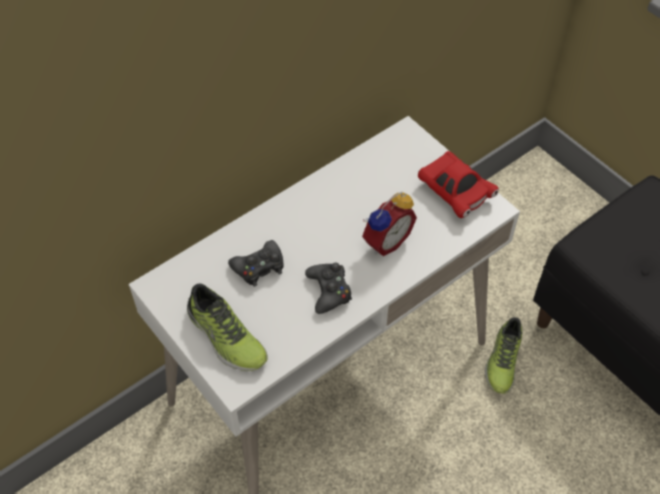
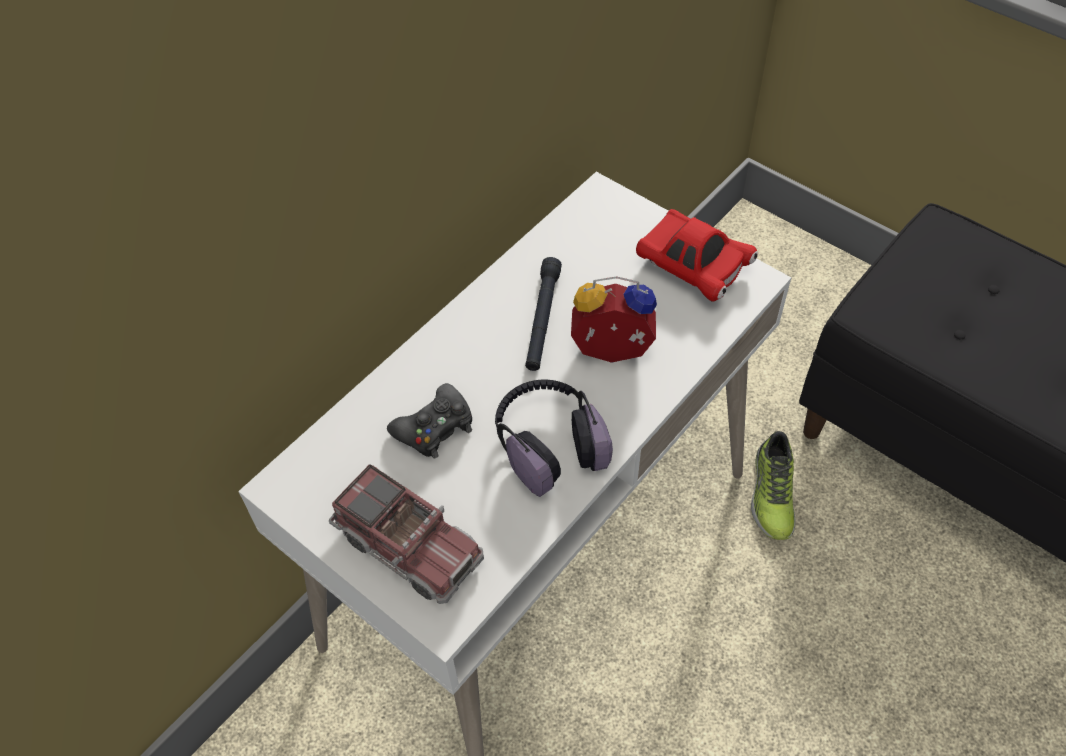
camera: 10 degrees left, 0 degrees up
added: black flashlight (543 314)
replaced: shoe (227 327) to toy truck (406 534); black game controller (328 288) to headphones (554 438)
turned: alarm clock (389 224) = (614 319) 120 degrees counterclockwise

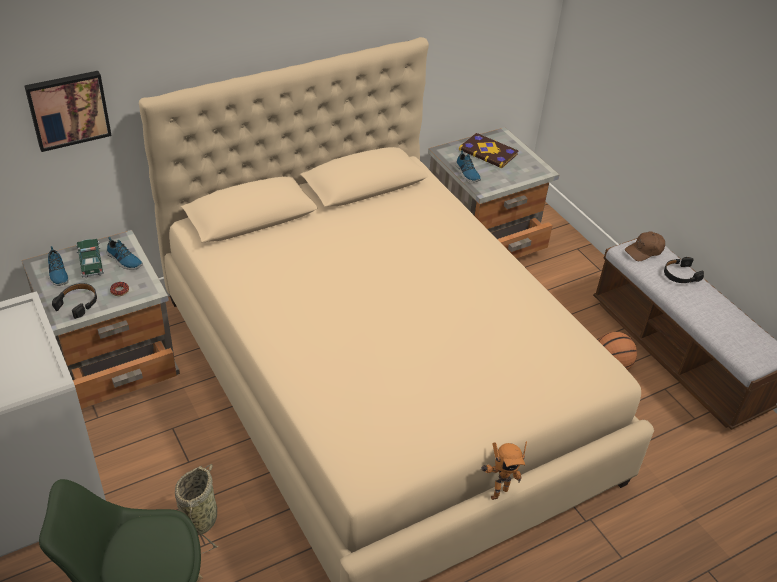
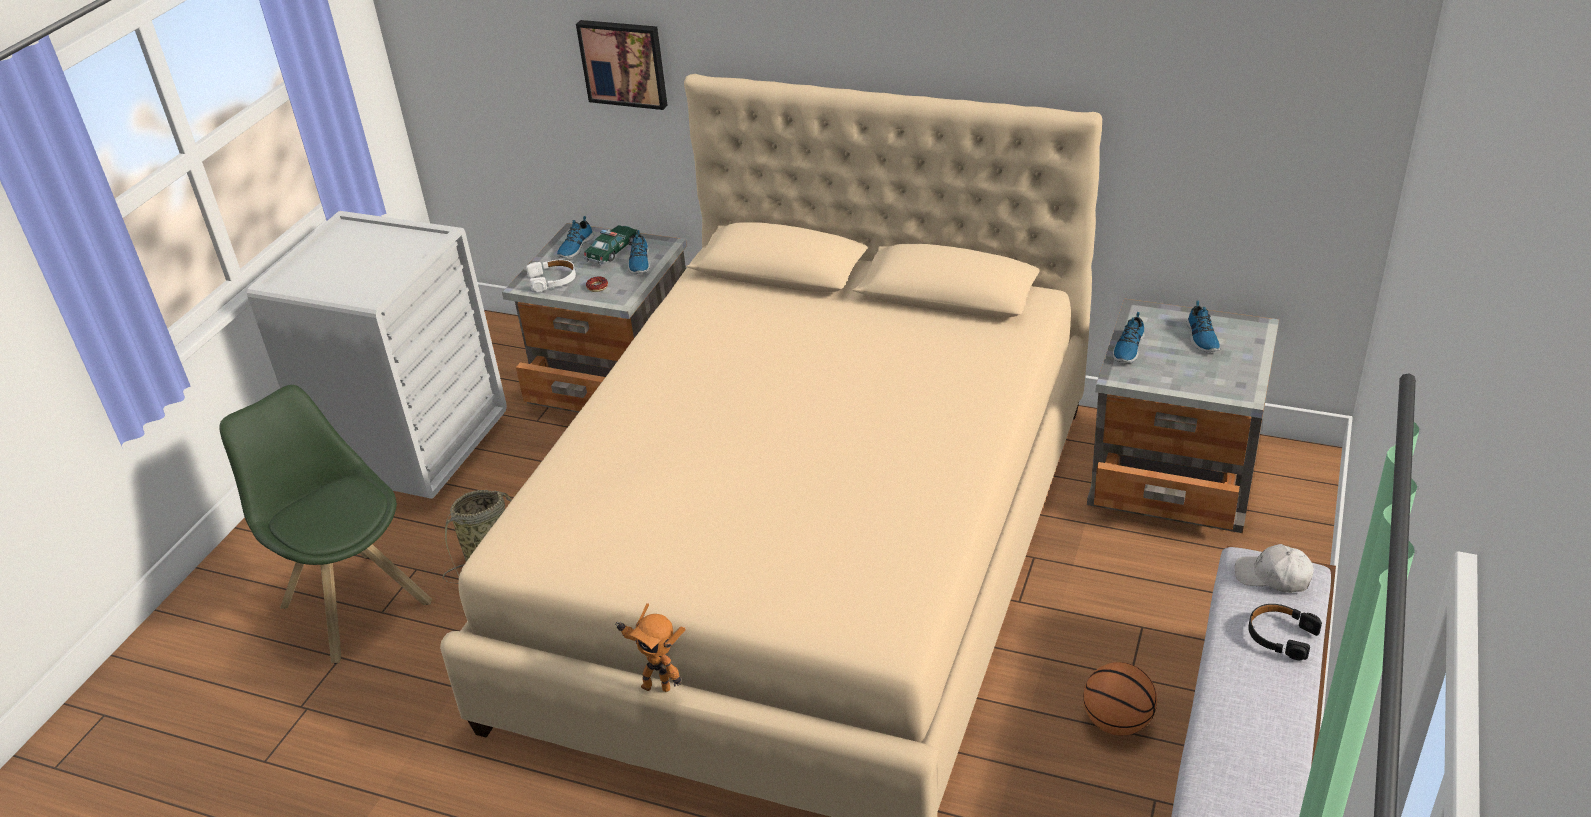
camera: 55 degrees right, 5 degrees down
replaced: book (488 150) to shoe (1203 326)
recoloured: black headphones (74 301) to white headphones (551 276); brown cap (645 246) to white cap (1274 568)

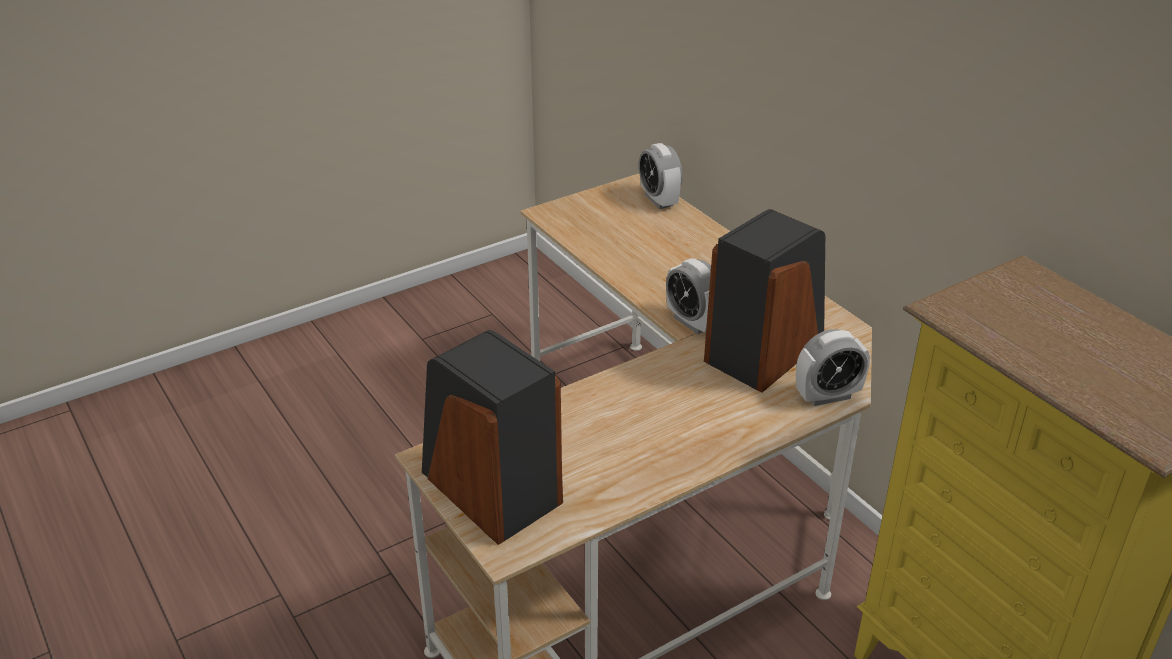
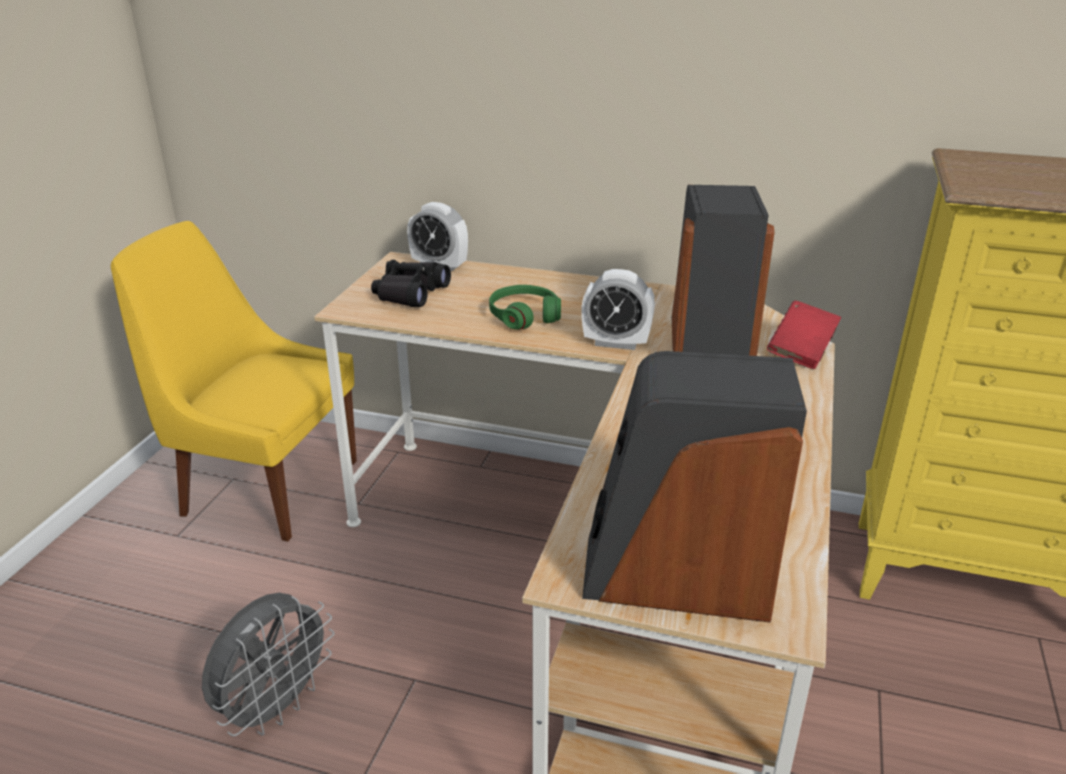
camera: 40 degrees left, 5 degrees down
added: yellow chair (234 381); grey fan (268 664); black binoculars (411 283); green headphones (525 307)
replaced: alarm clock (833 367) to red book (804 335)

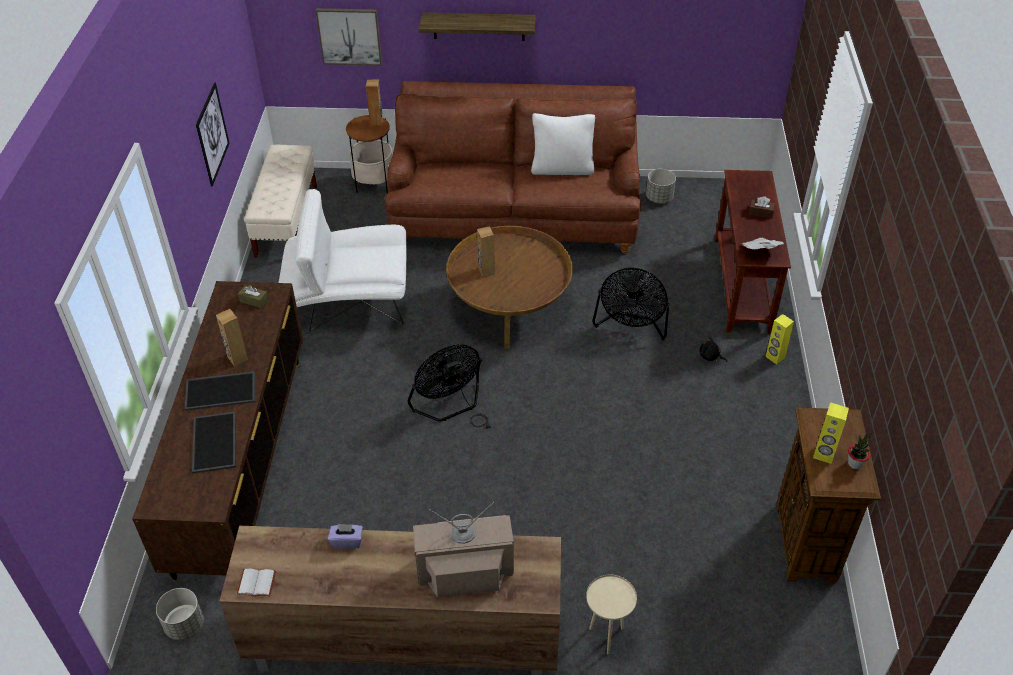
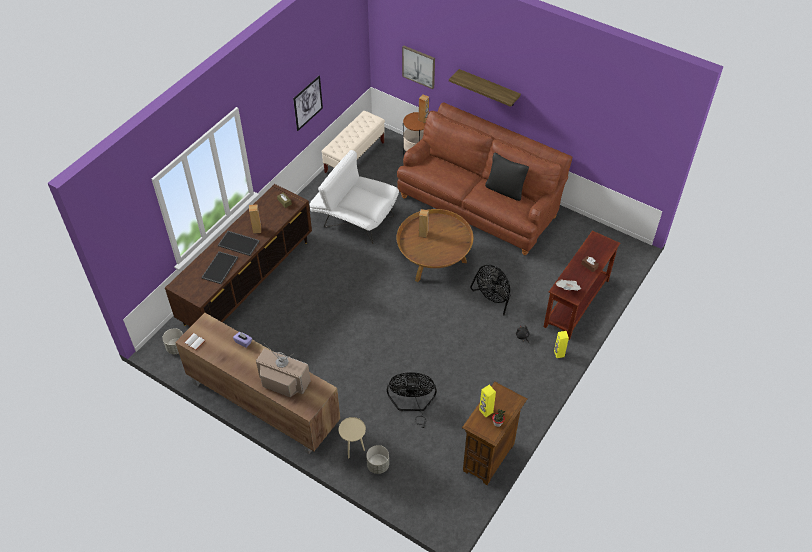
camera: 30 degrees right, 5 degrees up
moved: grey planter (661 186) to (377 459); black fan (449 386) to (411 400)
recoloured: white pillow (563 144) to black pillow (507 177)

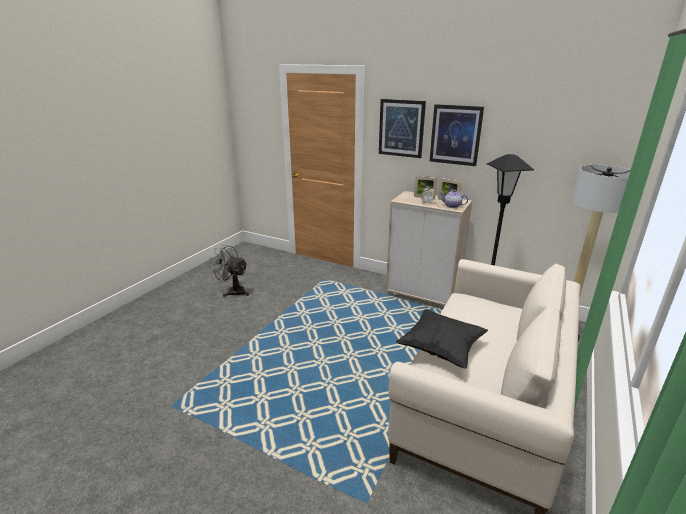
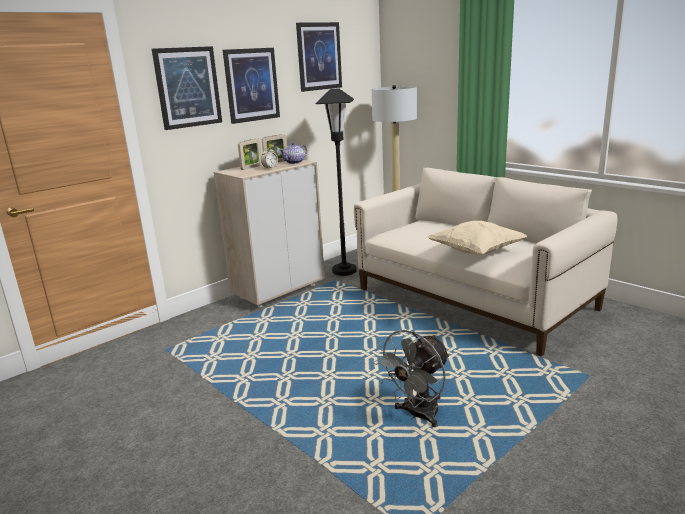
camera: 70 degrees left, 5 degrees down
added: picture (319 57)
moved: grey fan (229 271) to (412 378)
recoloured: black pillow (442 339) to beige pillow (478 238)

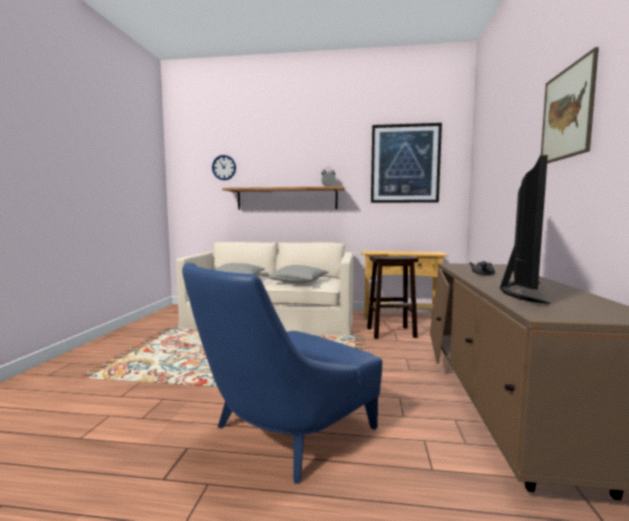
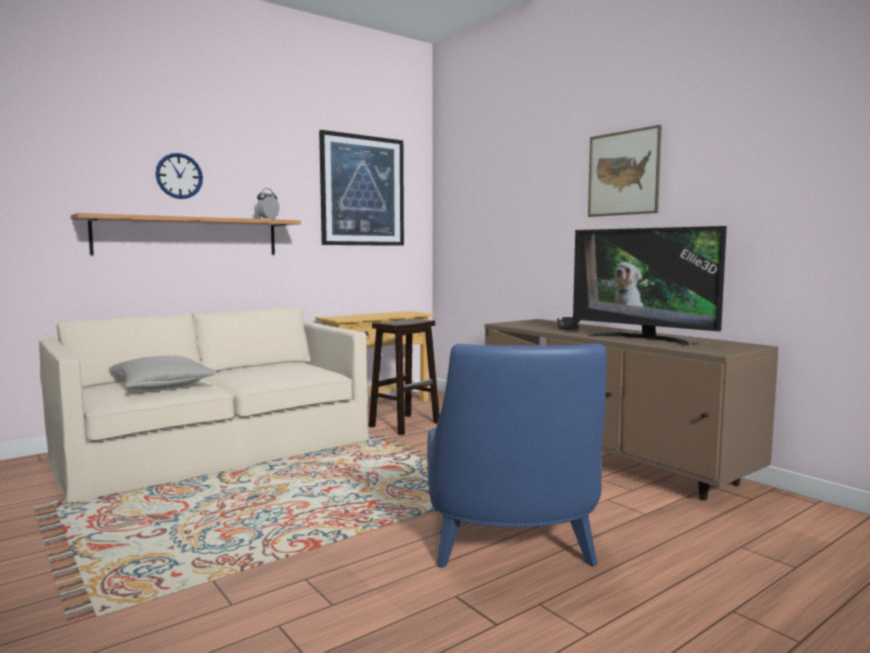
camera: 45 degrees left, 0 degrees up
removed: grey pillow (298 274)
moved: wall clock (224 167) to (179 176)
turned: television (525 229) = (650 286) 150 degrees clockwise

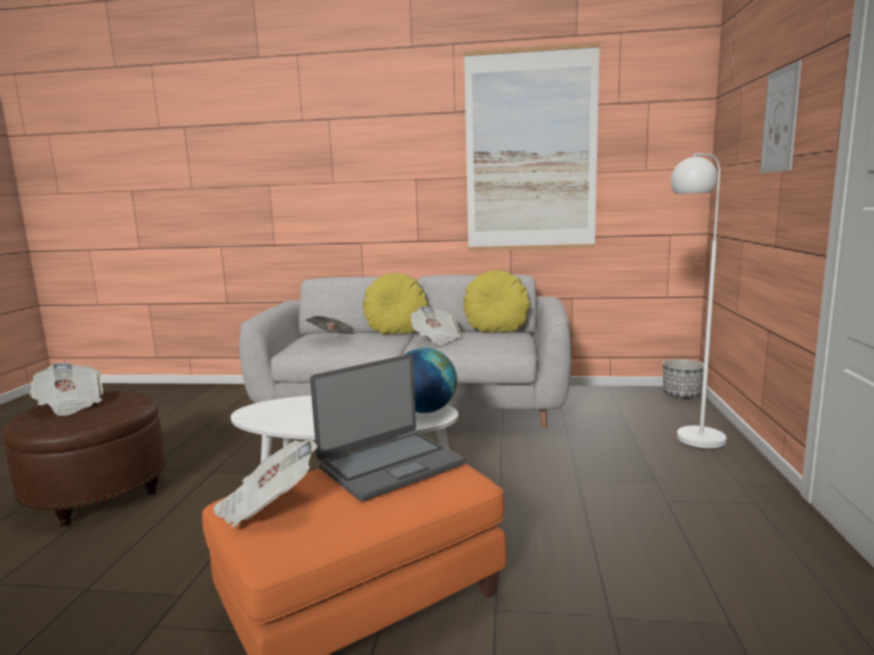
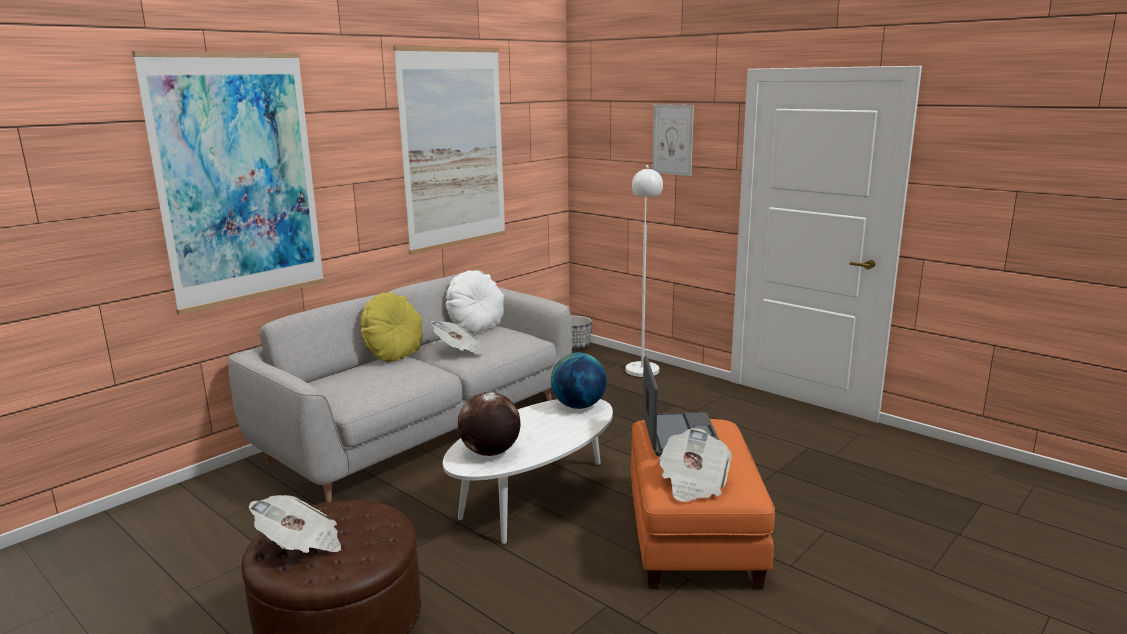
camera: 55 degrees left, 5 degrees up
removed: newspaper (331 325)
added: picture (228 183); globe (489 424)
recoloured: yellow pillow (496 301) to white pillow (475 302)

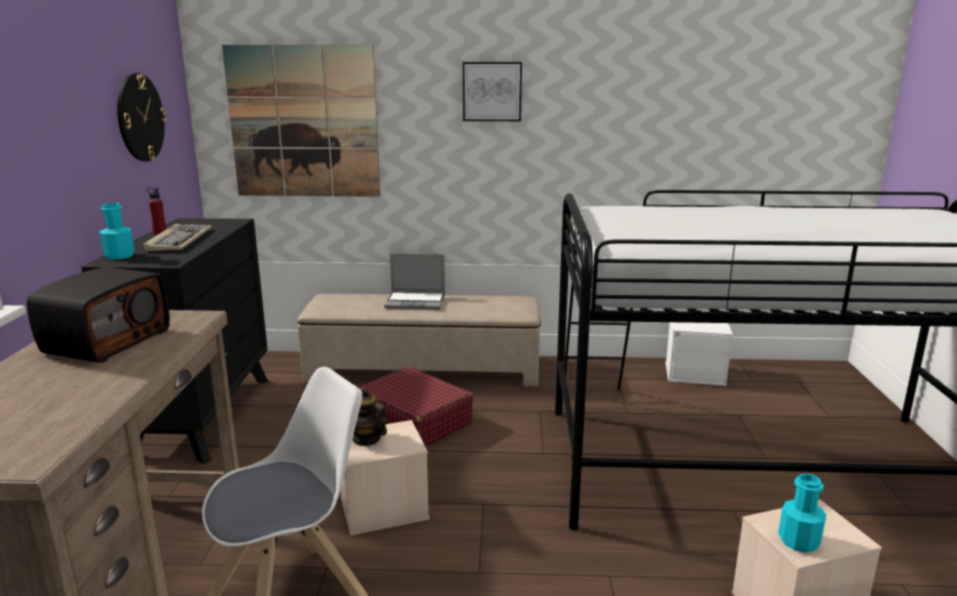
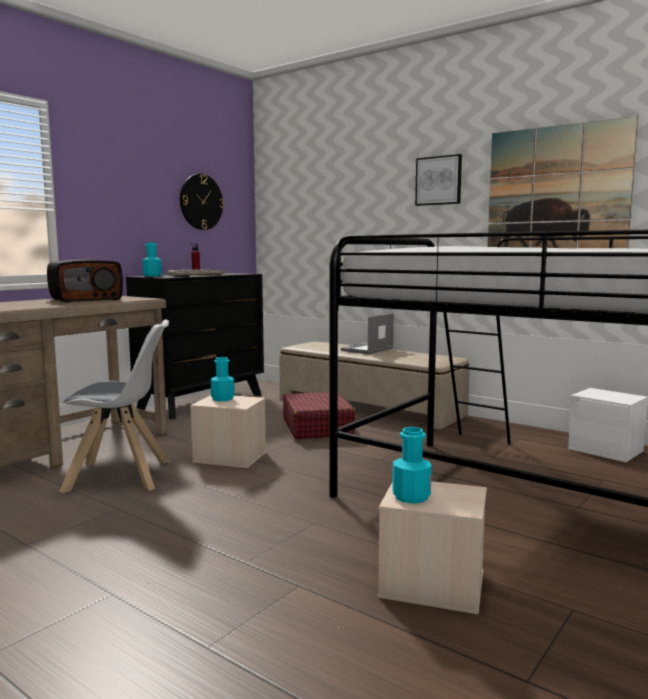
camera: 35 degrees right, 10 degrees down
moved: picture (301 121) to (563 182)
replaced: teapot (369 416) to turquoise bottle (223 379)
turned: laptop (414 282) = (367 333) 90 degrees clockwise

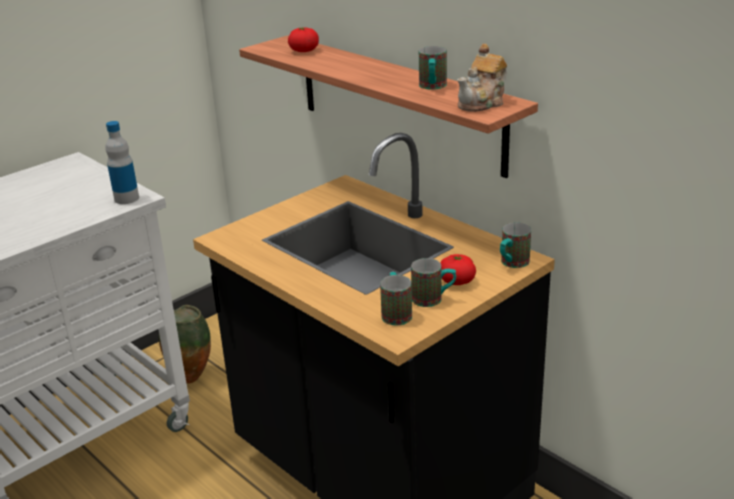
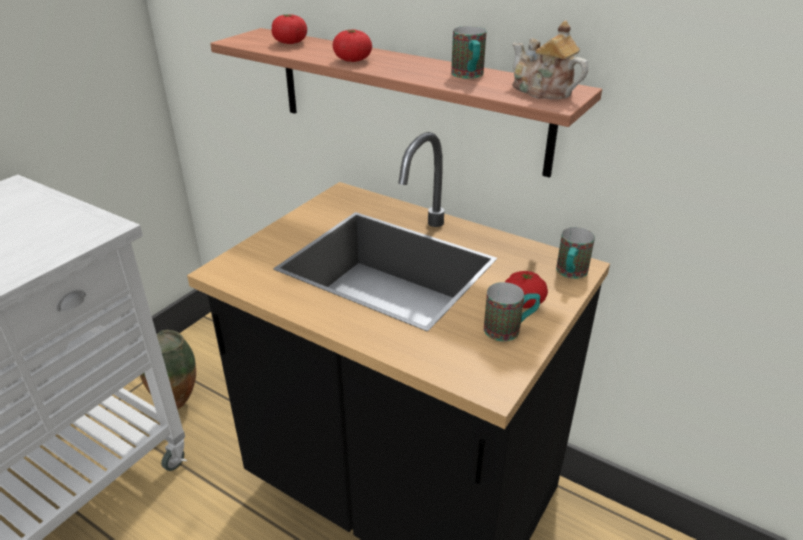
camera: 15 degrees left, 5 degrees up
removed: bottle (122 162); mug (396 298)
added: tomato (352 45)
turned: teapot (482 78) = (550 59) 105 degrees clockwise

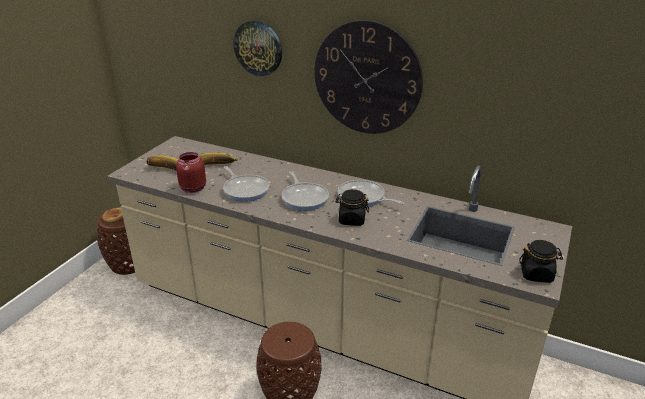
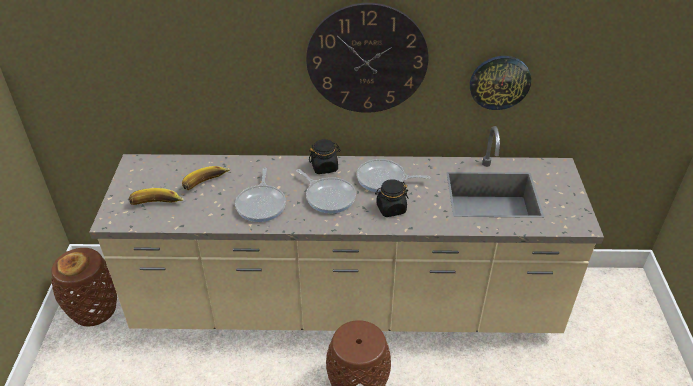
camera: 25 degrees left, 10 degrees up
removed: red jar (191 172)
moved: black jar (541 261) to (325 156); wall clock (257 48) to (500 83)
turned: frying pan (246 184) = (260 195) 60 degrees clockwise

